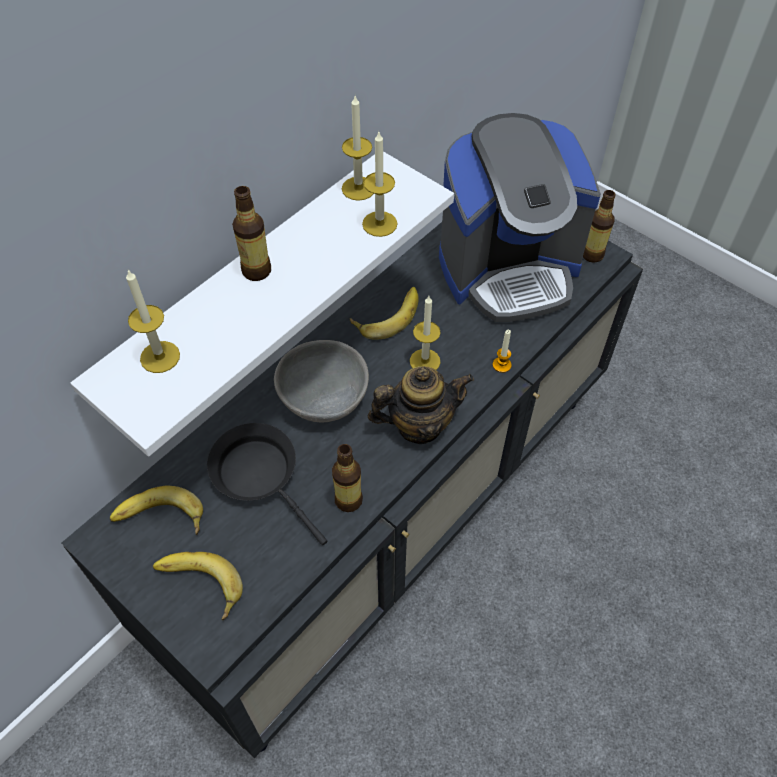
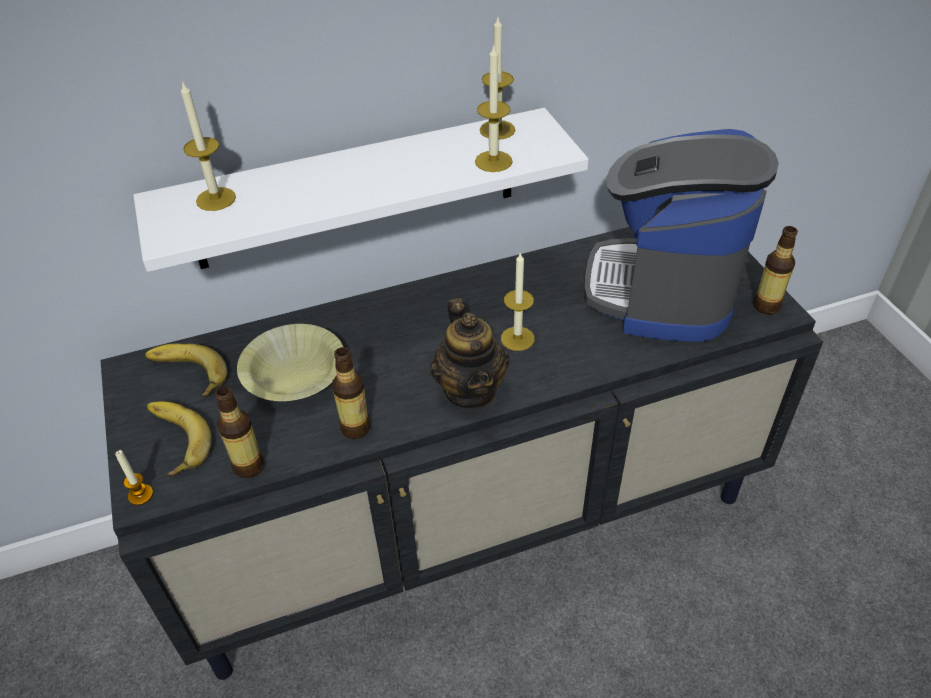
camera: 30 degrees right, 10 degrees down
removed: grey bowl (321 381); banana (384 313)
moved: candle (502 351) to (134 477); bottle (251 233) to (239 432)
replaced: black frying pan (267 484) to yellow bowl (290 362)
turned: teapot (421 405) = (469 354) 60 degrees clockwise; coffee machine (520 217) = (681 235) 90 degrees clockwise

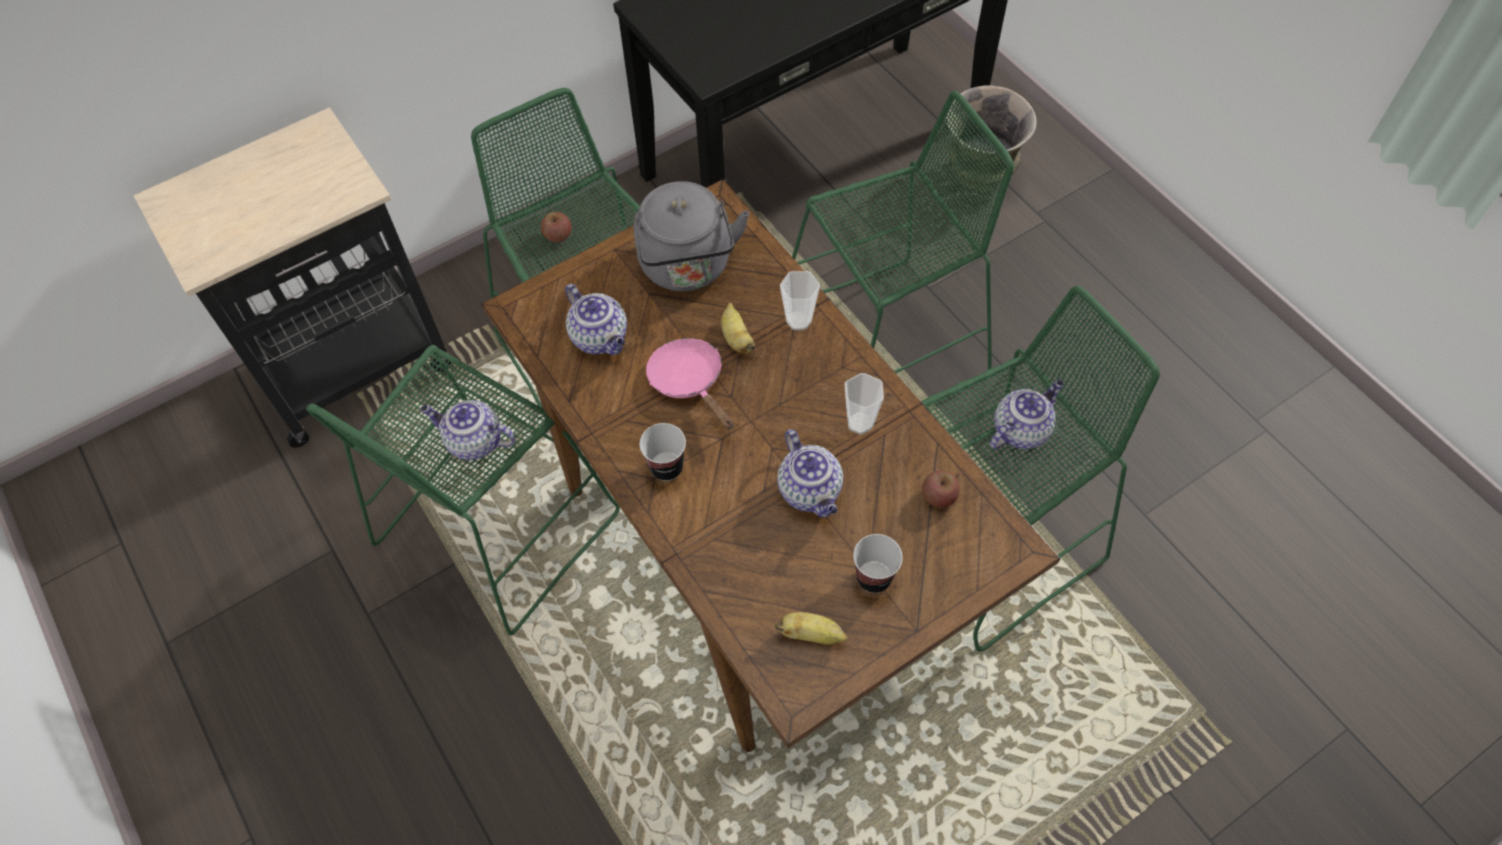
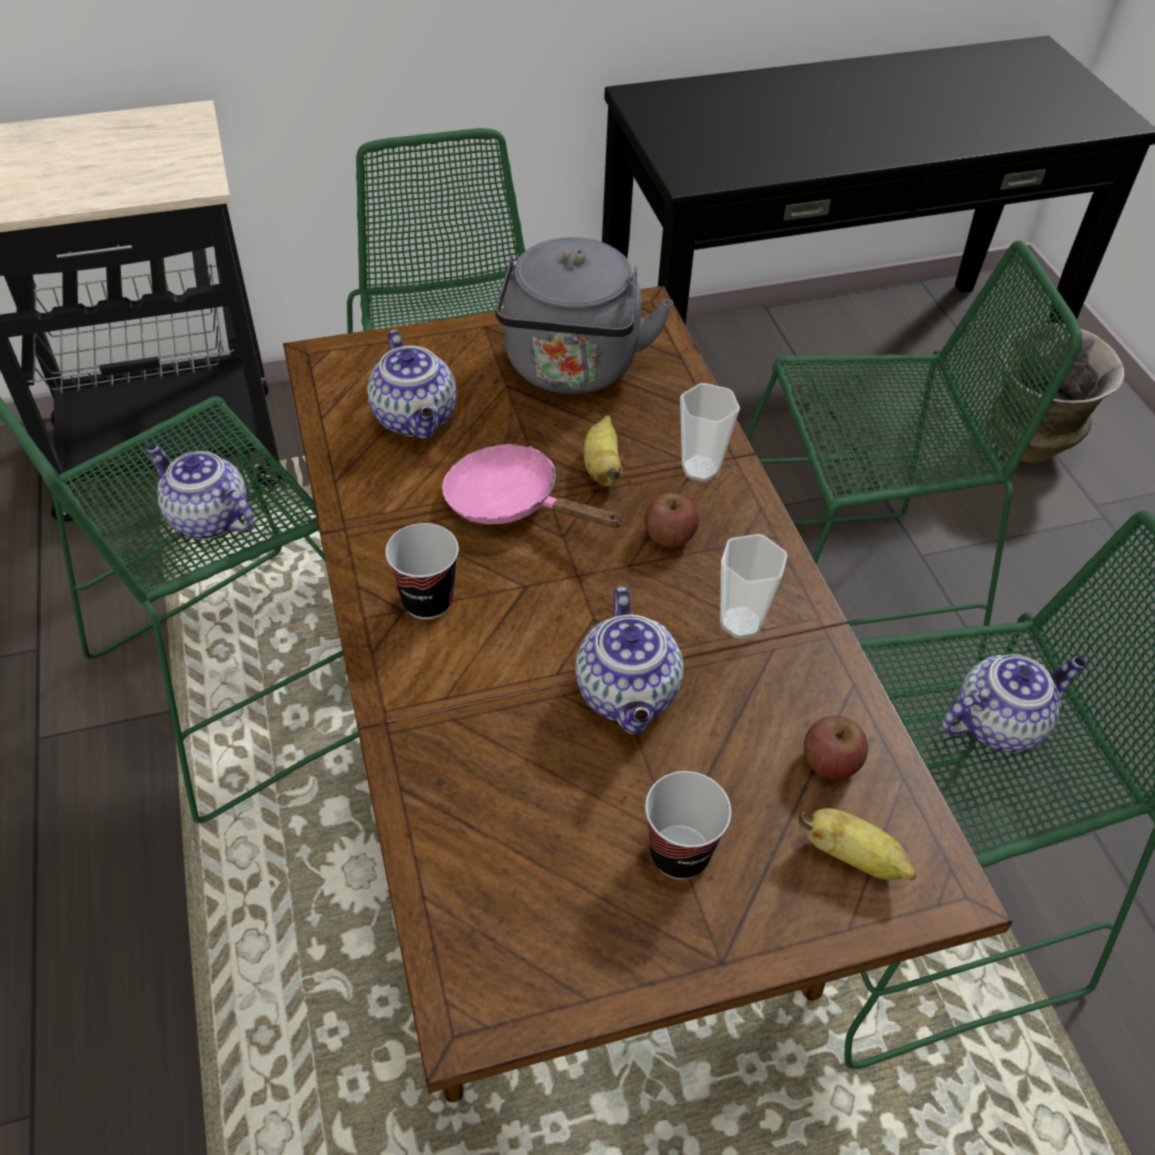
camera: 15 degrees right, 10 degrees down
moved: apple (556 227) to (671 520); banana (811 628) to (857 844)
turned: pink frying pan (690 384) = (533 486) 45 degrees counterclockwise

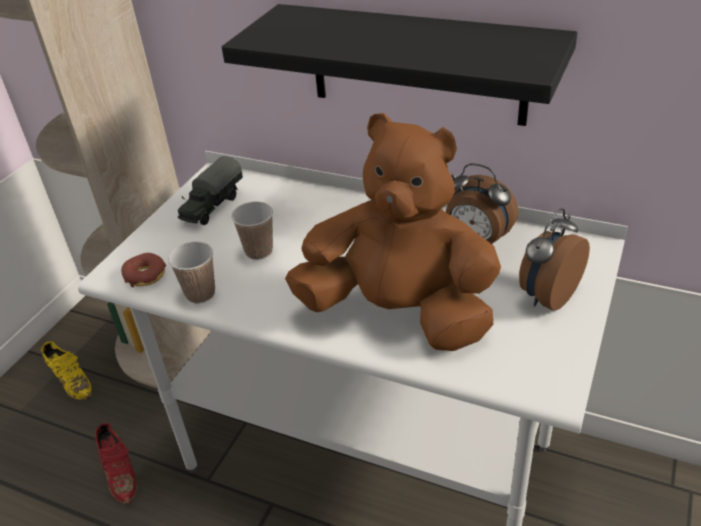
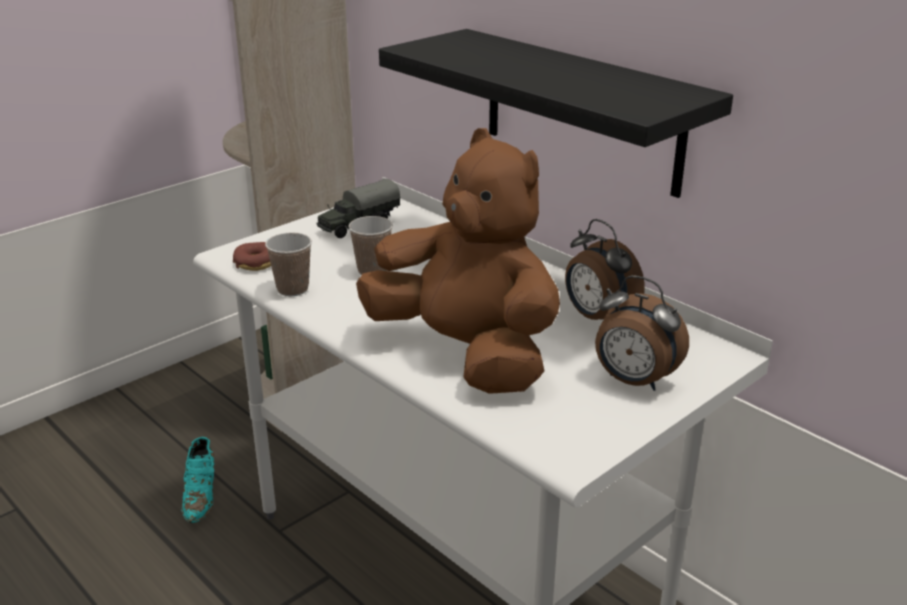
camera: 20 degrees right, 10 degrees down
removed: yellow shoe (66 371)
recoloured: red shoe (116 463) to turquoise shoe (198 480)
turned: alarm clock (554 259) = (642 333) 120 degrees counterclockwise

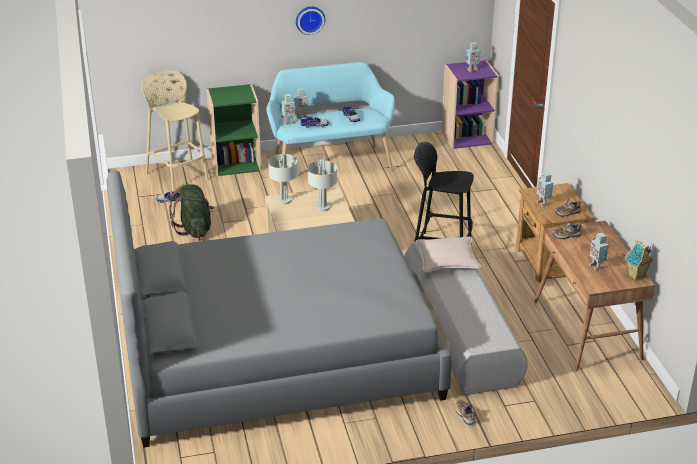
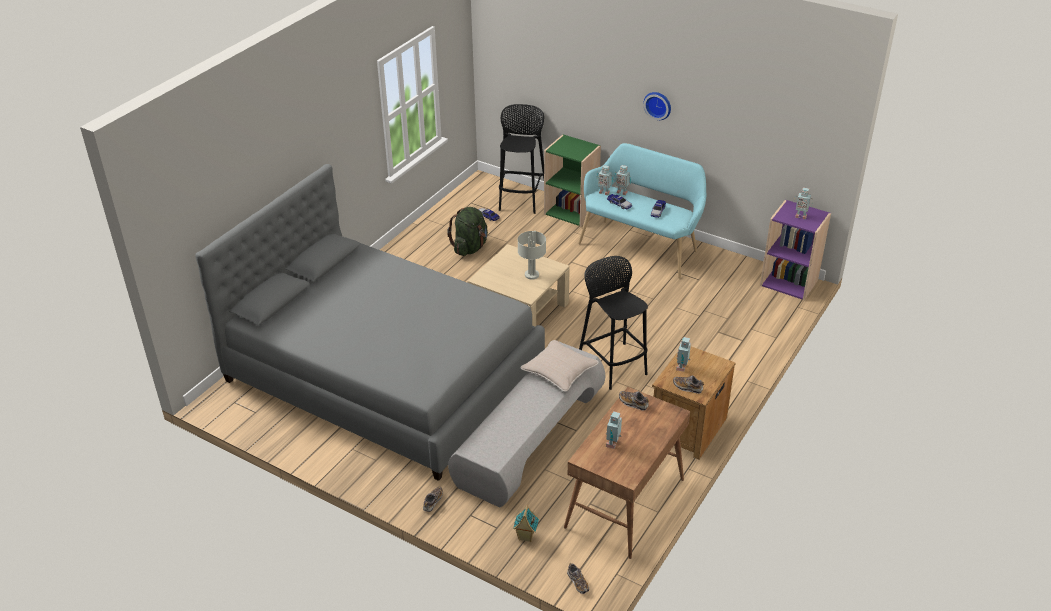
camera: 45 degrees right, 5 degrees up
removed: grey table lamp (283 179)
added: shoe (578 578)
moved: toy house (639 260) to (526 523)
recoloured: beige stool (174 130) to black stool (521 159)

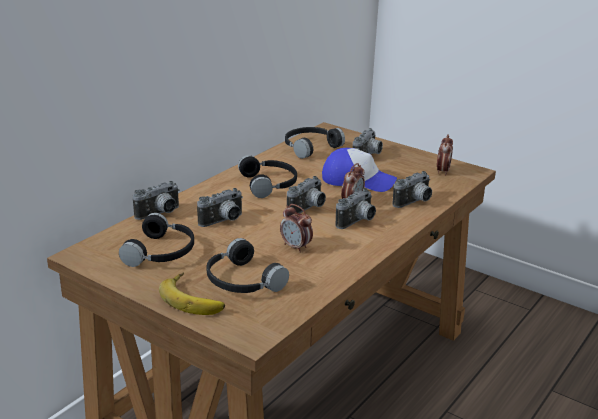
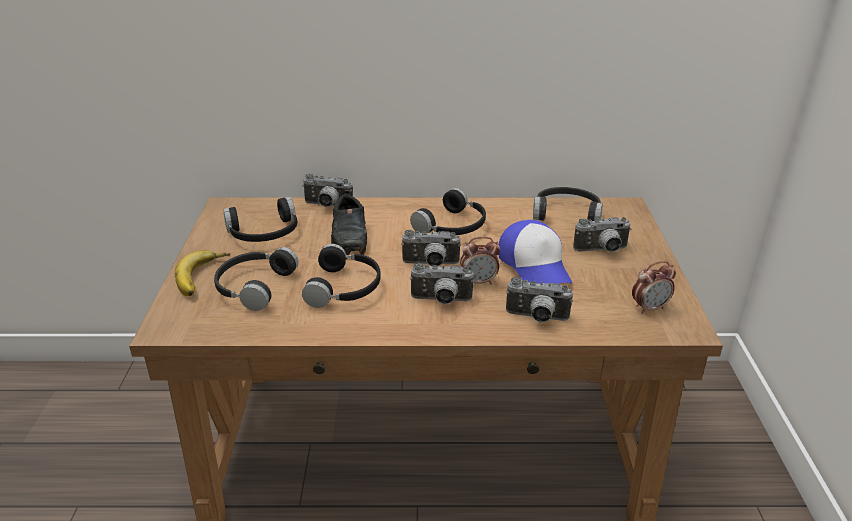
camera: 55 degrees right, 5 degrees up
replaced: alarm clock (296 228) to black headphones (341 276); photo camera (220 207) to black shoe (349 224)

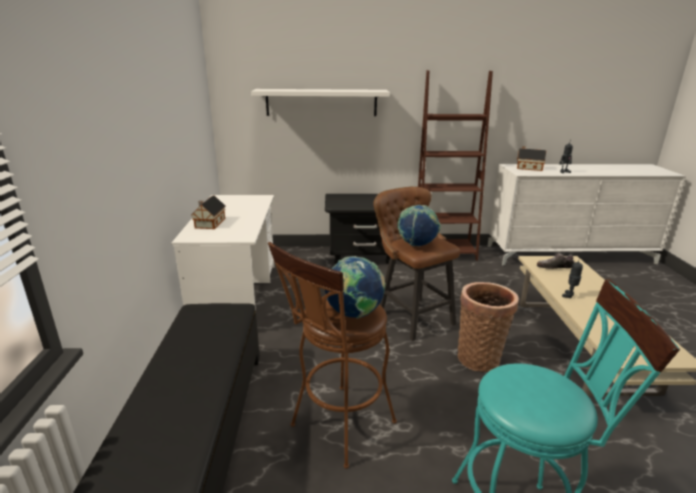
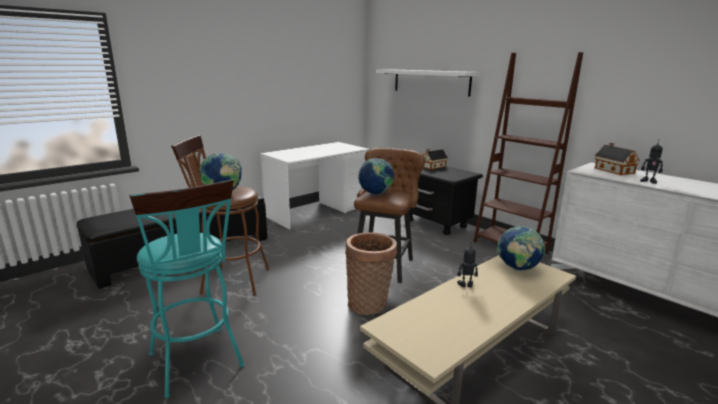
camera: 50 degrees right, 5 degrees down
moved: toy house (209 212) to (435 159)
replaced: shoe (556 261) to globe (521 248)

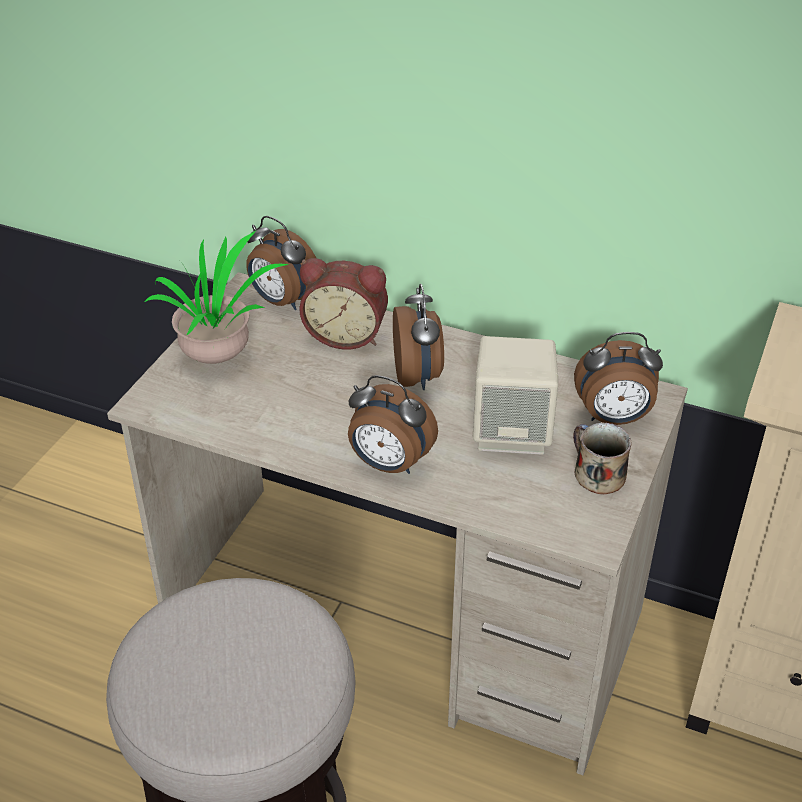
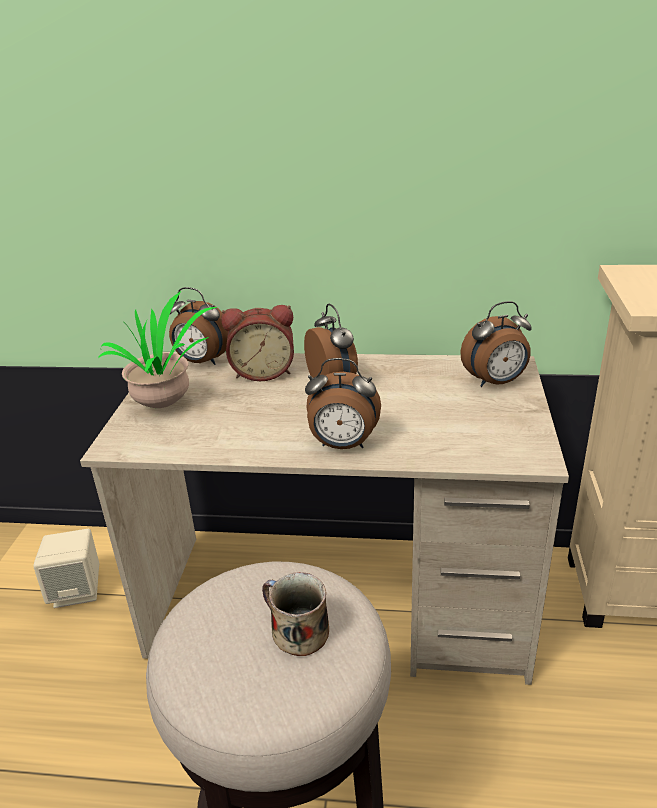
camera: 15 degrees left, 10 degrees down
moved: beige speaker (515 395) to (66 568); mug (602 458) to (295 614)

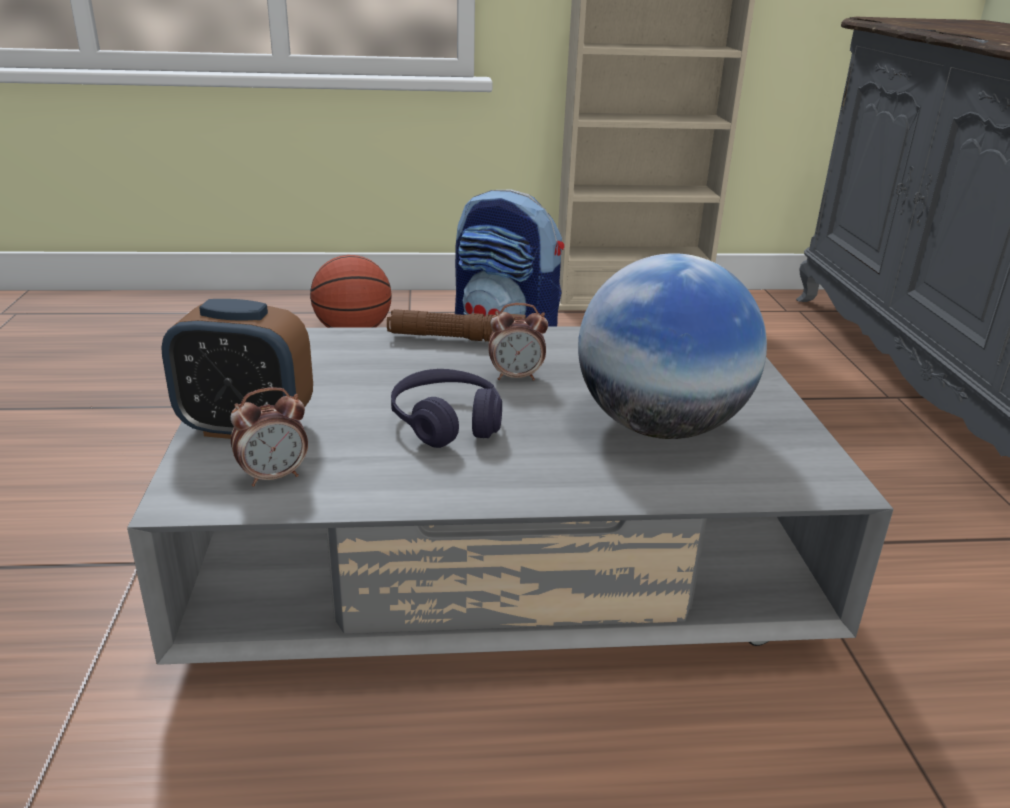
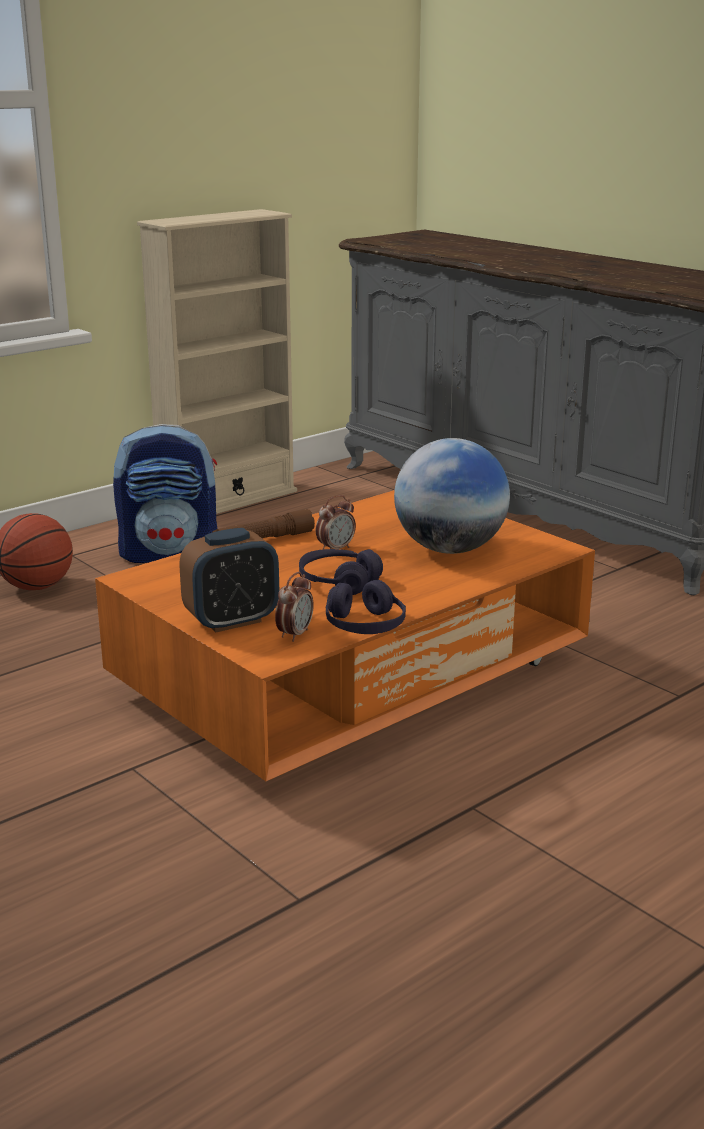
camera: 35 degrees left, 5 degrees down
added: purple headphones (366 607)
recoloured: grey coffee table (510 495) to orange coffee table (345 635)

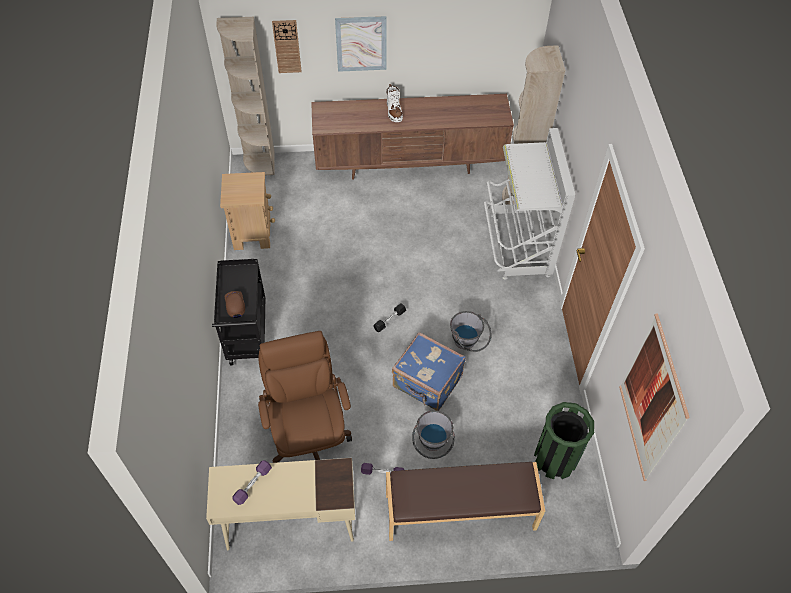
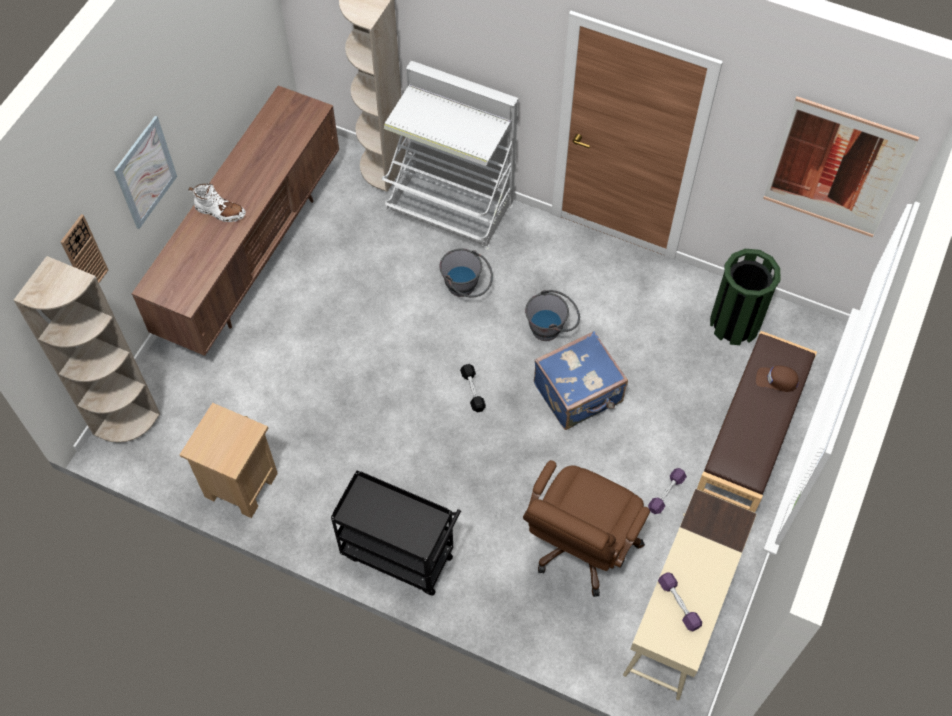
camera: 60 degrees left, 5 degrees up
moved: grey bucket (433 434) to (466 273); brown cap (235 304) to (777 378)
turned: brown office chair (305 397) = (586 528) 75 degrees counterclockwise

